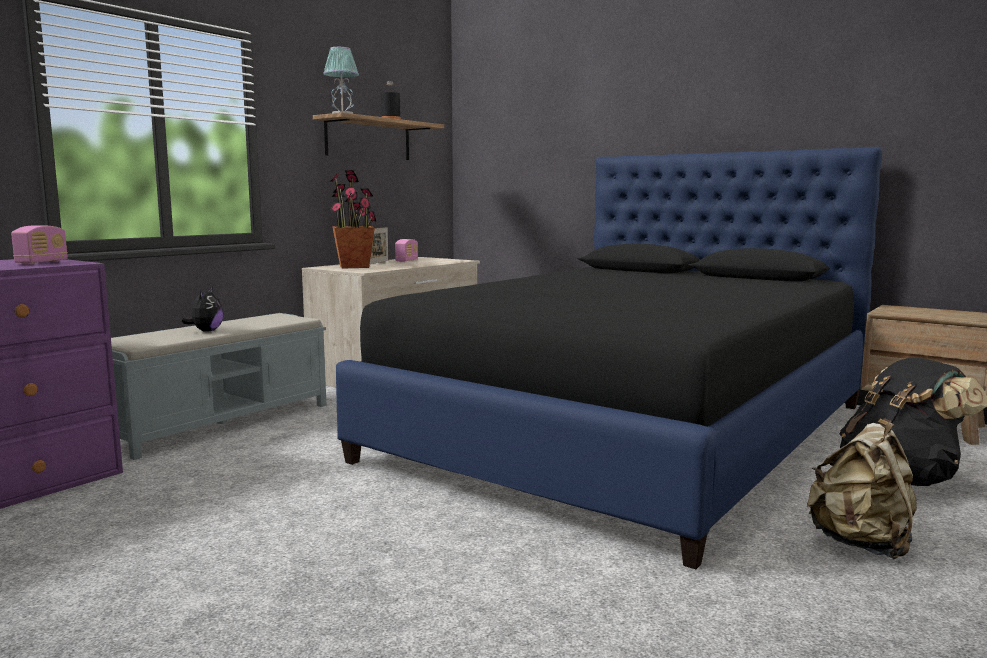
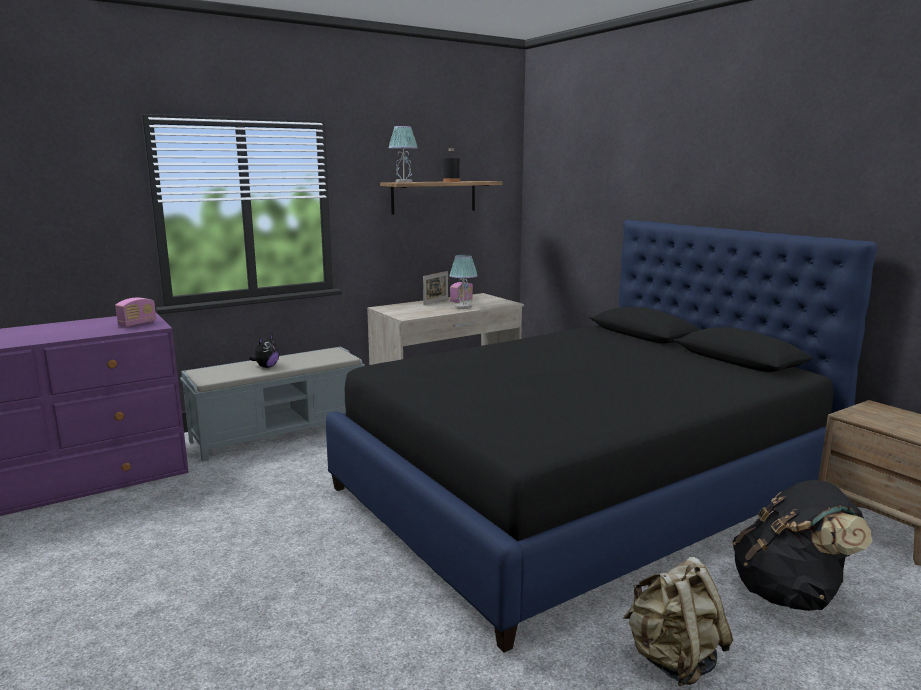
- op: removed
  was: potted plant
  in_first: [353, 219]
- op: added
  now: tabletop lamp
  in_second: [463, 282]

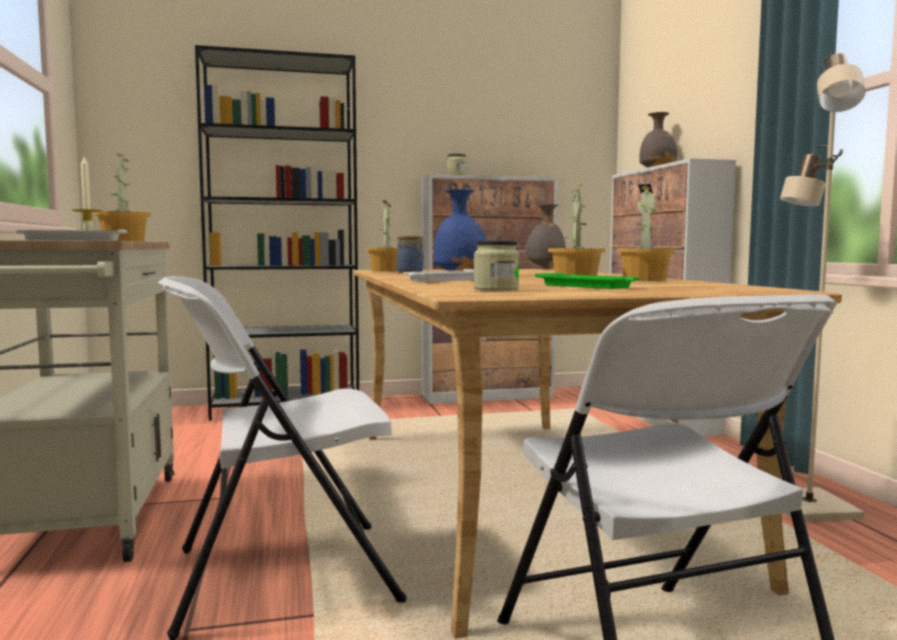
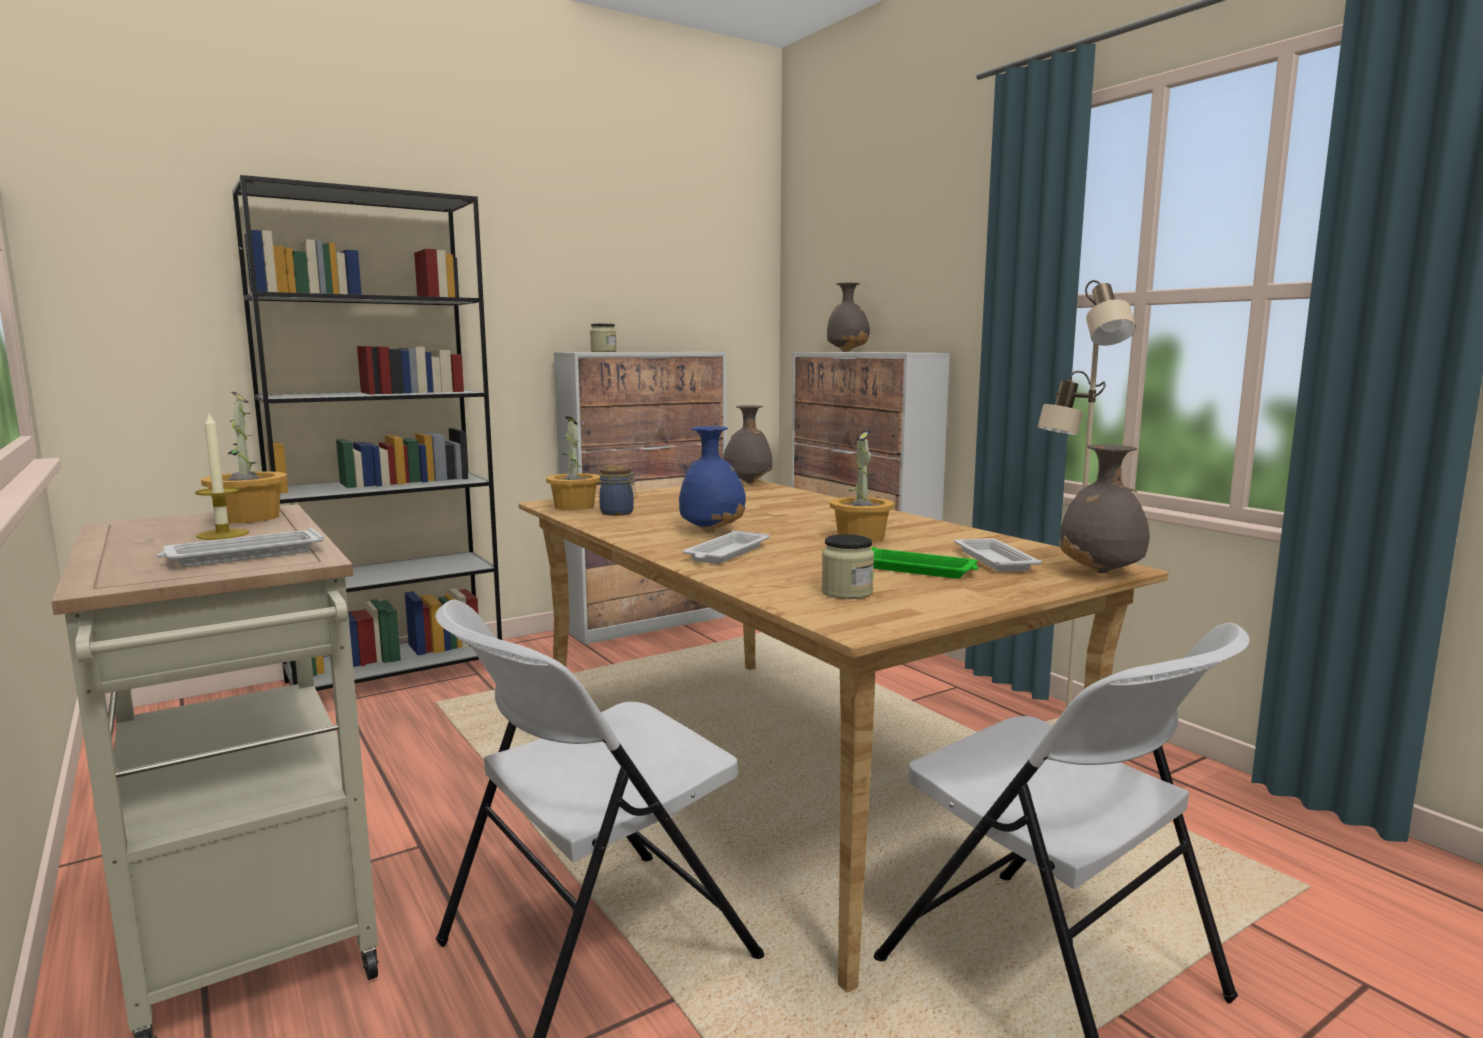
- op: removed
  was: potted plant
  in_first: [646, 232]
- op: added
  now: carrying tray/white-coloured
  in_second: [998, 555]
- op: added
  now: decorative vase/greyish
  in_second: [1104, 508]

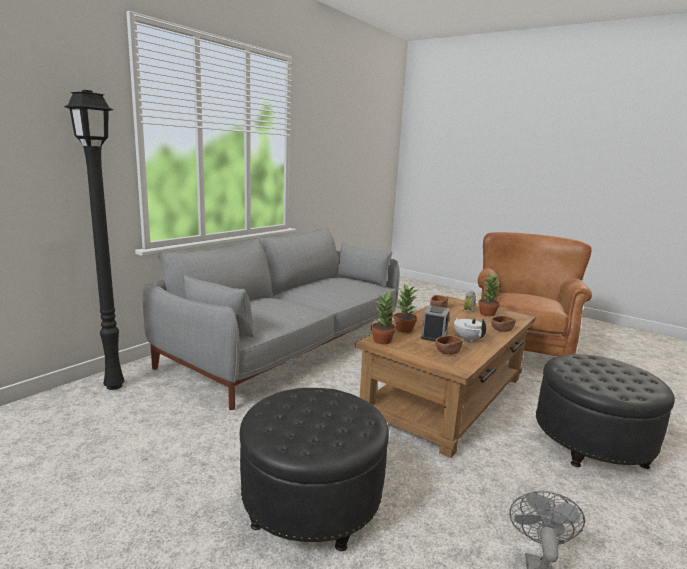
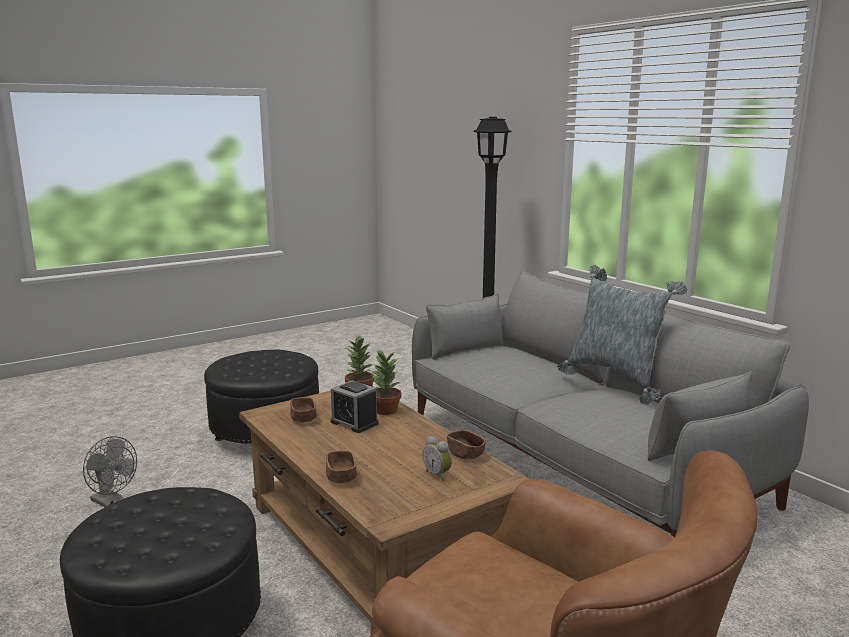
- op: removed
  was: pot for tea/white-coloured
  in_first: [470, 329]
- op: removed
  was: potted plant
  in_first: [489, 294]
- op: added
  now: pillow
  in_second: [622, 335]

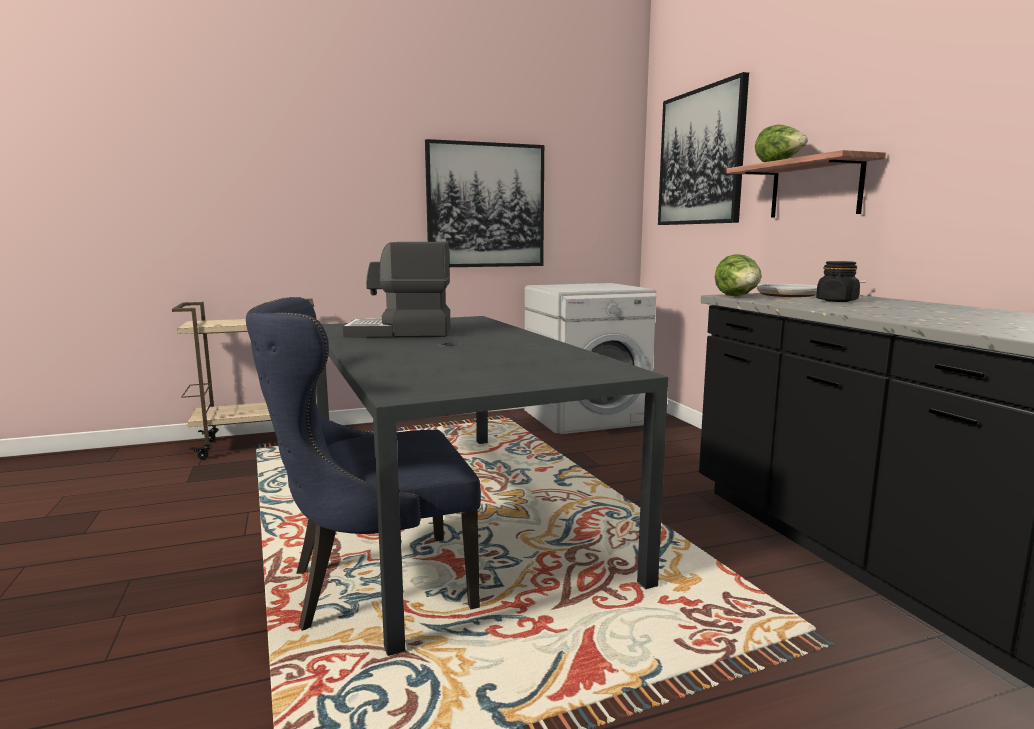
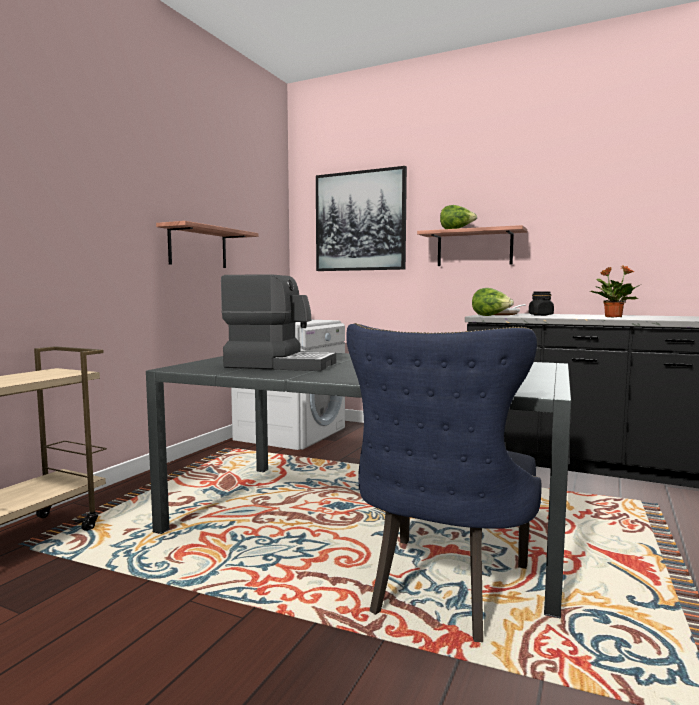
- op: turned
  was: coffee brewer
  in_first: [396, 290]
  in_second: [278, 322]
  clockwise: -120
- op: replaced
  was: picture
  now: shelf
  in_first: [484, 203]
  in_second: [207, 244]
- op: added
  now: potted plant
  in_second: [615, 291]

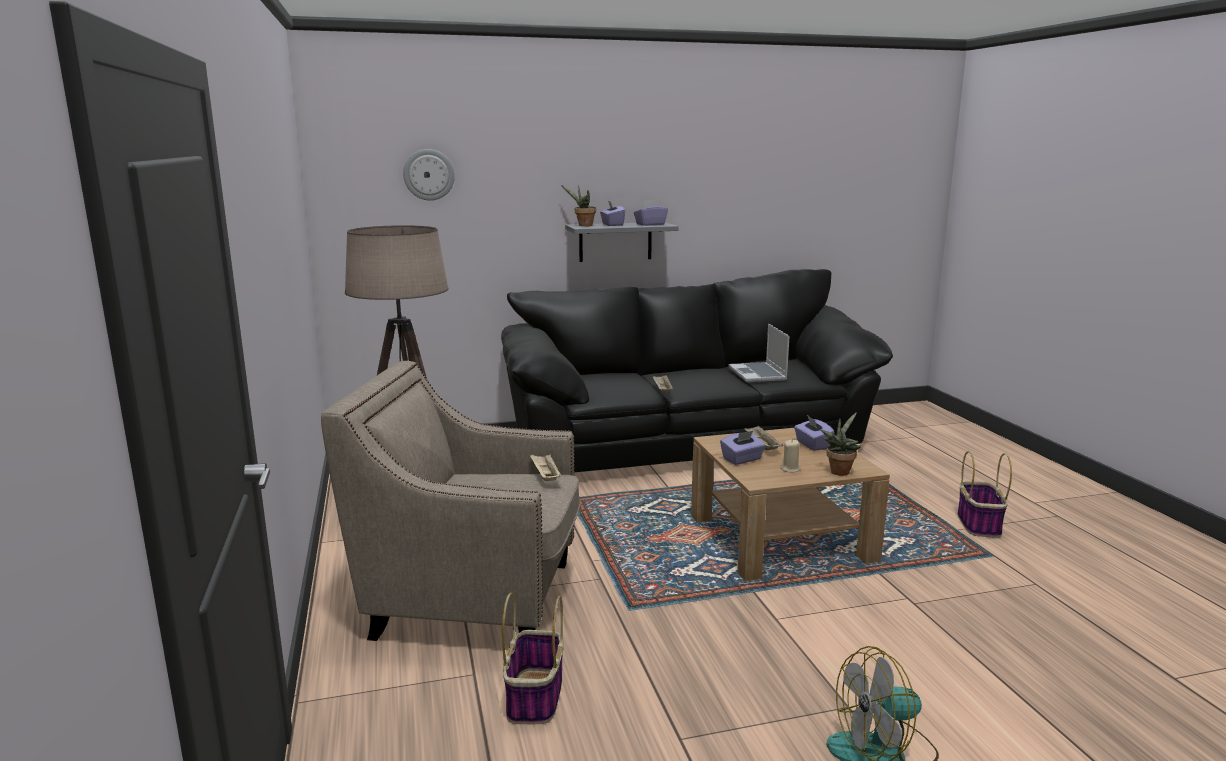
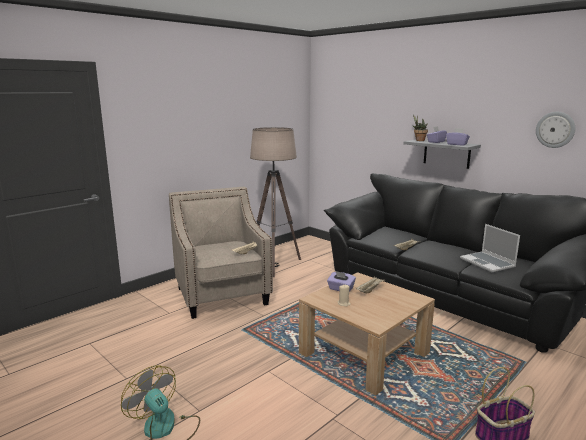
- op: moved
  was: hanging clock
  in_first: [429, 175]
  in_second: [556, 130]
- op: removed
  was: storage basket
  in_first: [533, 658]
- op: turned
  was: portable computer
  in_first: [759, 353]
  in_second: [490, 248]
  clockwise: -75
- op: removed
  was: tissue box/purplish
  in_first: [814, 433]
- op: removed
  was: potted plant
  in_first: [841, 444]

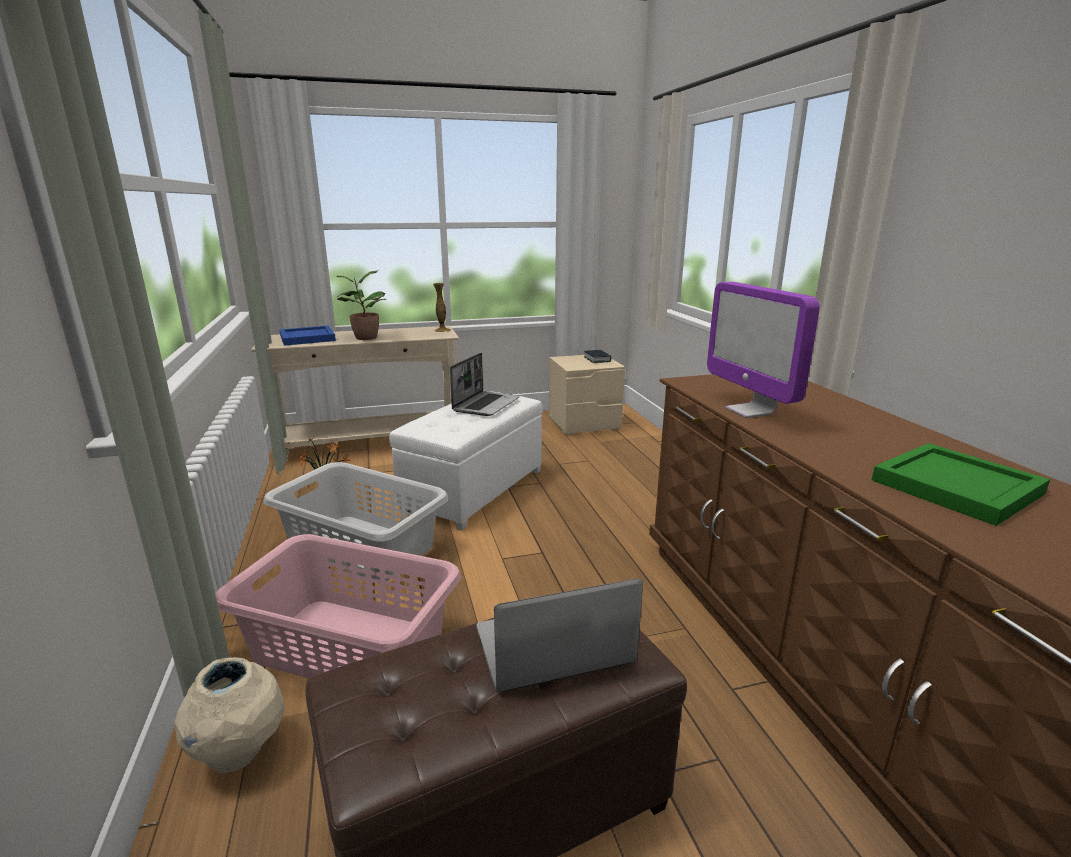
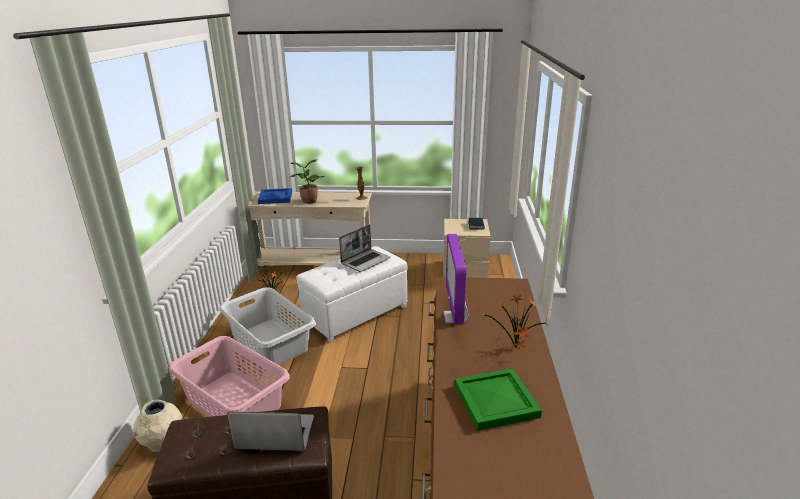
- op: added
  now: potted plant
  in_second: [515, 323]

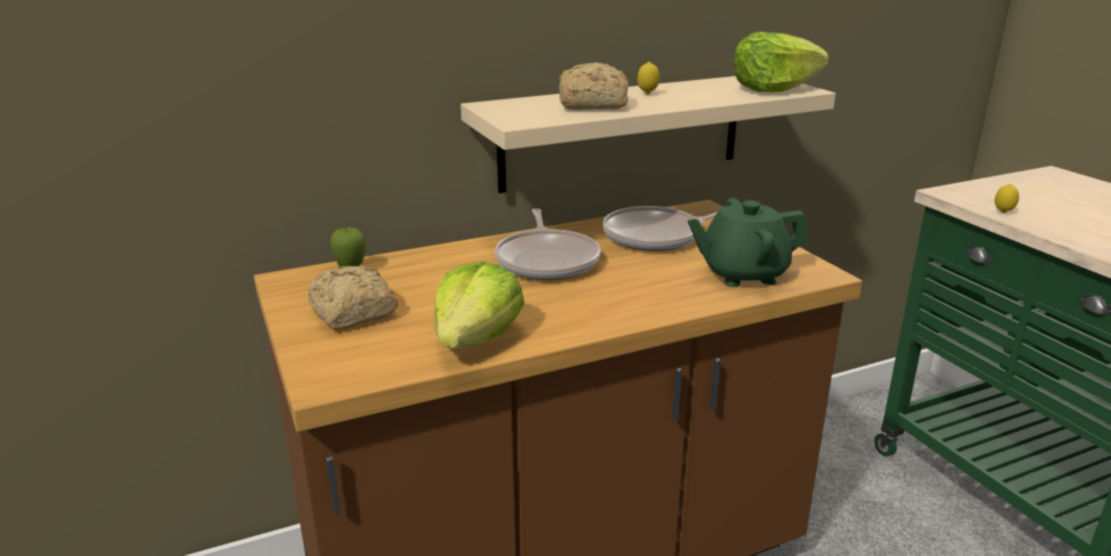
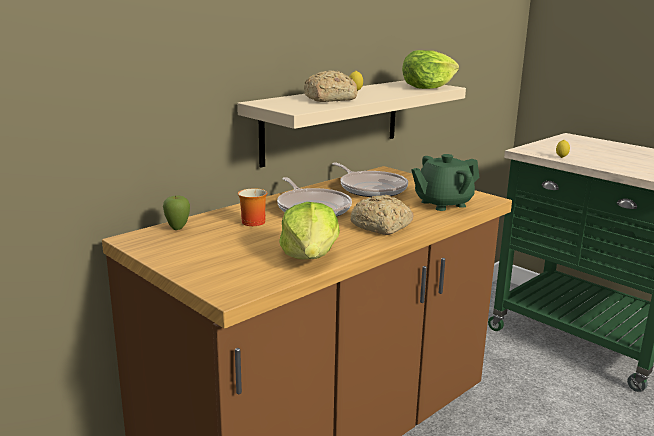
- op: moved
  was: bakery bread
  in_first: [353, 297]
  in_second: [381, 214]
- op: turned
  was: skillet
  in_first: [660, 228]
  in_second: [370, 179]
  clockwise: -90
- op: added
  now: coffee mug
  in_second: [252, 207]

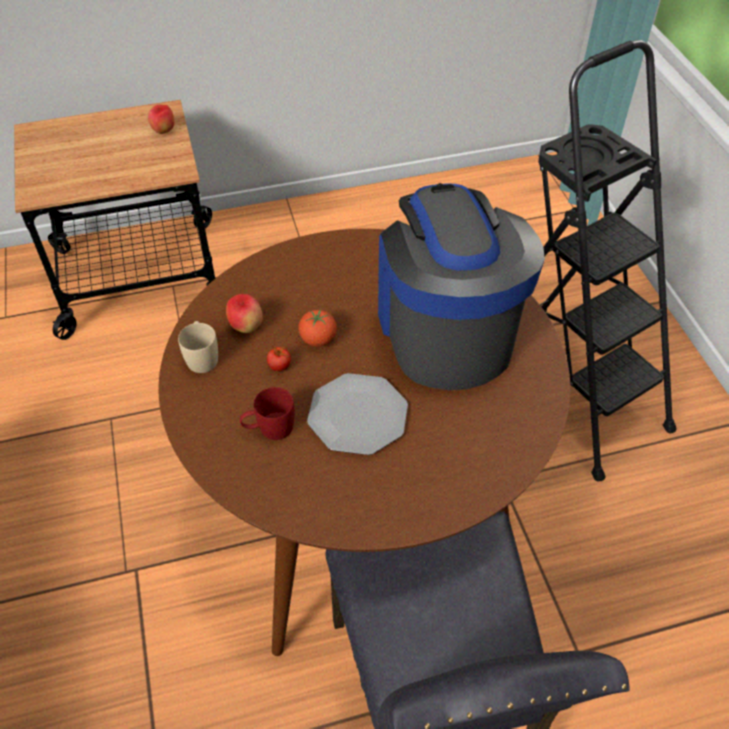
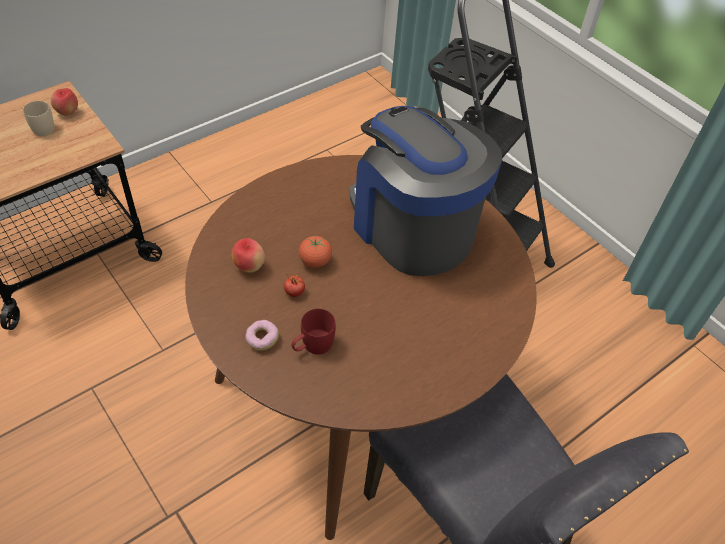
- op: moved
  was: coffee mug/sand-coloured
  in_first: [198, 347]
  in_second: [38, 118]
- op: removed
  was: flat dish
  in_first: [357, 414]
- op: added
  now: doughnut
  in_second: [262, 335]

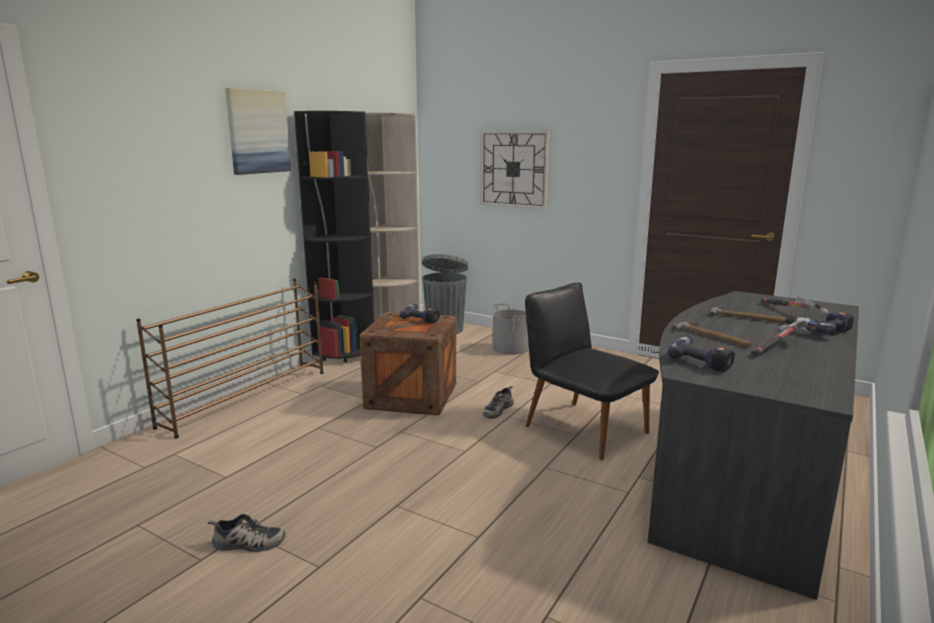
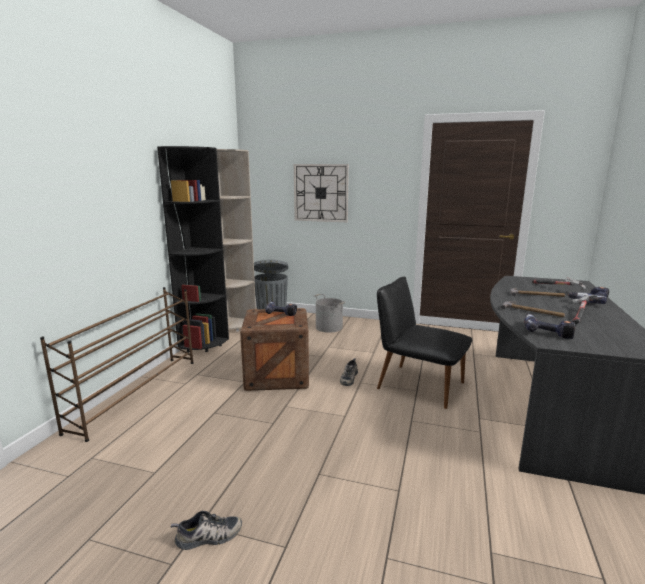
- op: removed
  was: picture
  in_first: [258, 131]

